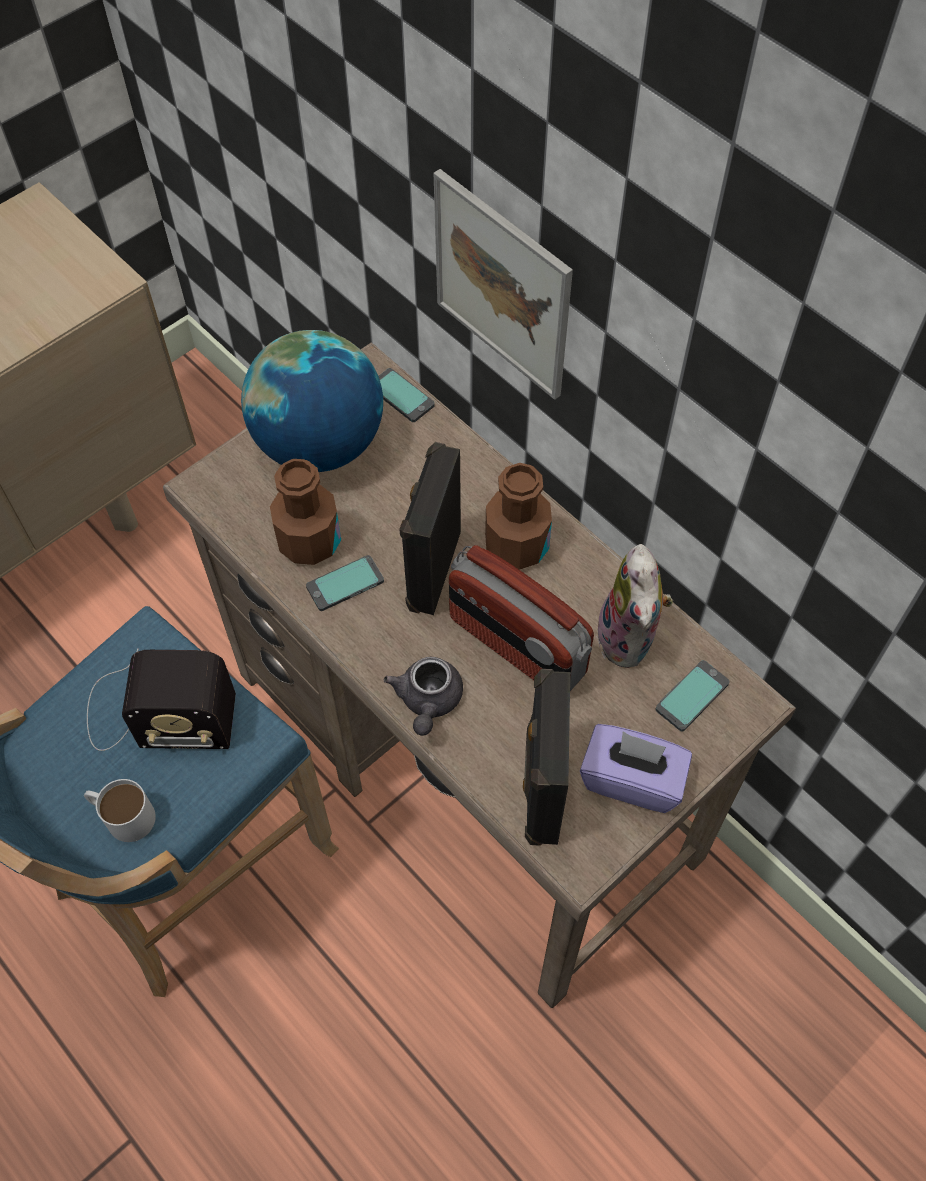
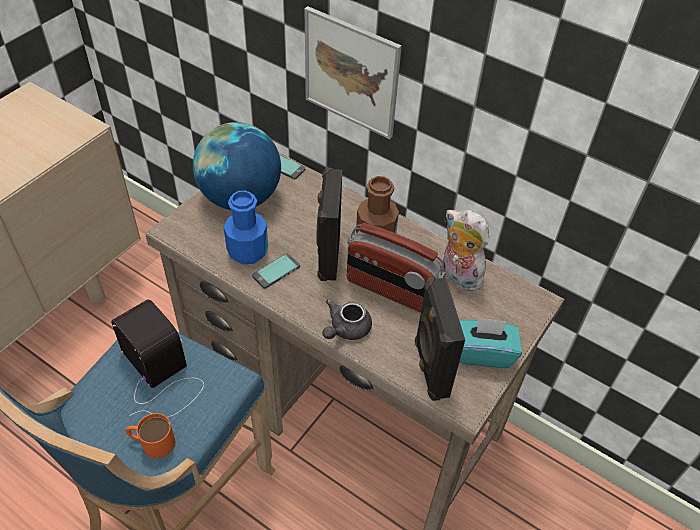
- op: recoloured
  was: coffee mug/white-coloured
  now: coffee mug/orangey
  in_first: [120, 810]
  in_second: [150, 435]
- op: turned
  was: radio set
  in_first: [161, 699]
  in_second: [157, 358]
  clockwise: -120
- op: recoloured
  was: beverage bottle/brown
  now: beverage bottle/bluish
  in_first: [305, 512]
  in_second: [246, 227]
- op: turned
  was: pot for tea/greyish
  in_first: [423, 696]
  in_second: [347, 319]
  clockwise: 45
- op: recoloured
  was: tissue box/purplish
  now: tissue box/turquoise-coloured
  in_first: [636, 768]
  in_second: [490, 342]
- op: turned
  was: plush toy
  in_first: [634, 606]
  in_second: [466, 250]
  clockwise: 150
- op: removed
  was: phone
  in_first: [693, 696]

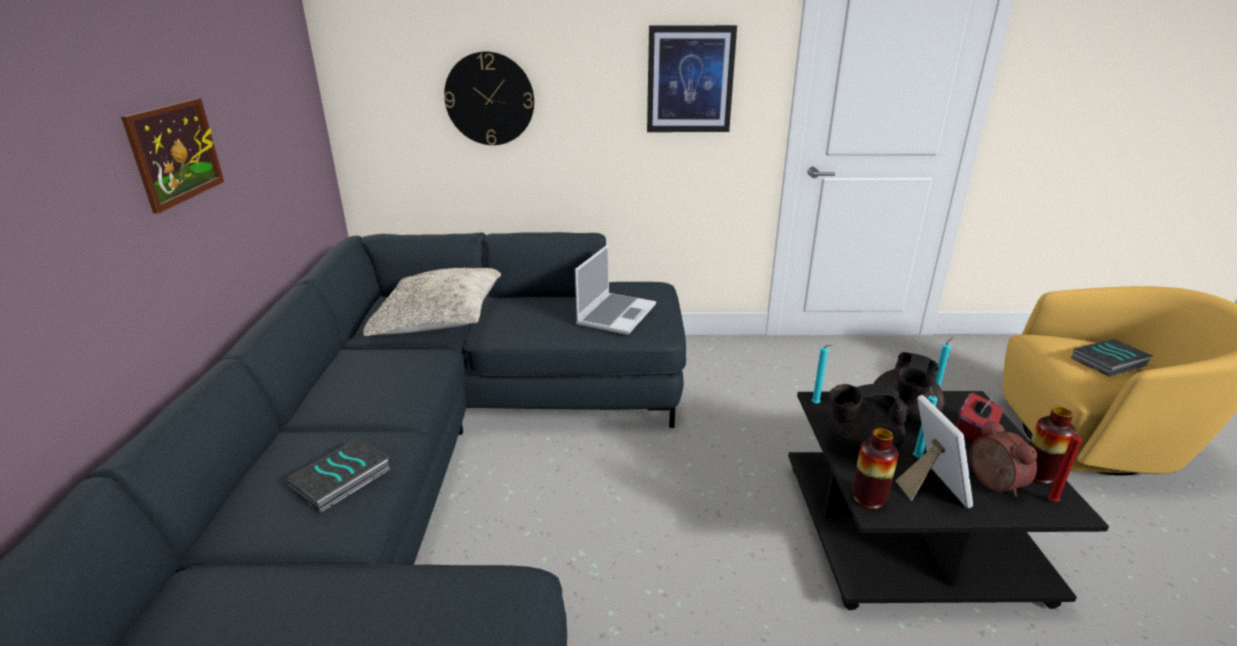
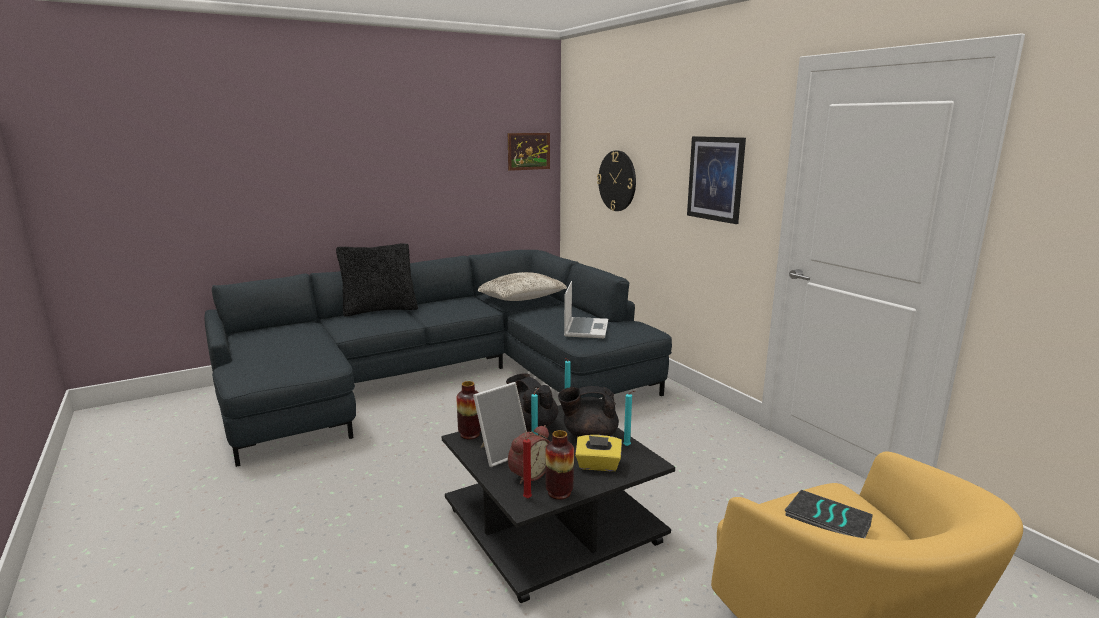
- op: moved
  was: picture
  in_first: [172, 156]
  in_second: [529, 152]
- op: removed
  was: bound book
  in_first: [339, 475]
- op: turned
  was: portable computer
  in_first: [615, 289]
  in_second: [586, 309]
  clockwise: -75
- op: recoloured
  was: tissue box/red
  now: tissue box/yellow
  in_first: [980, 417]
  in_second: [598, 453]
- op: added
  now: pillow/blackish
  in_second: [377, 280]

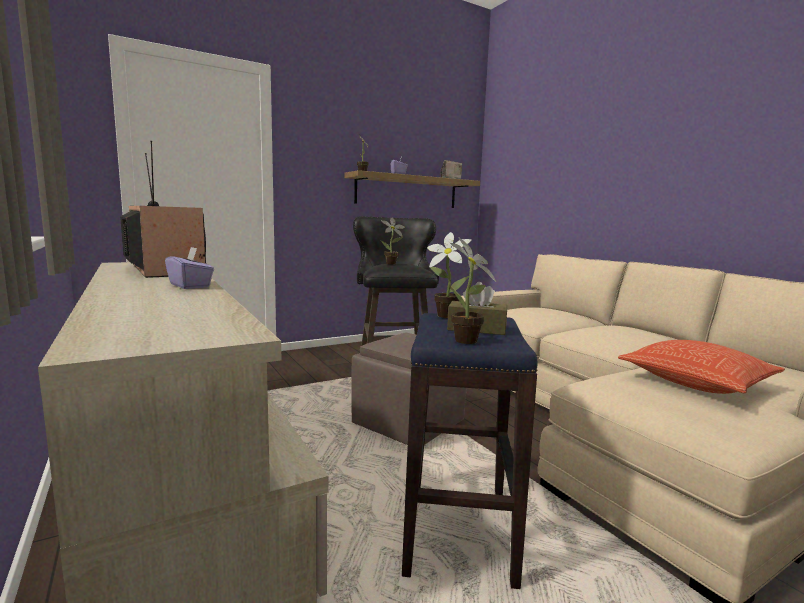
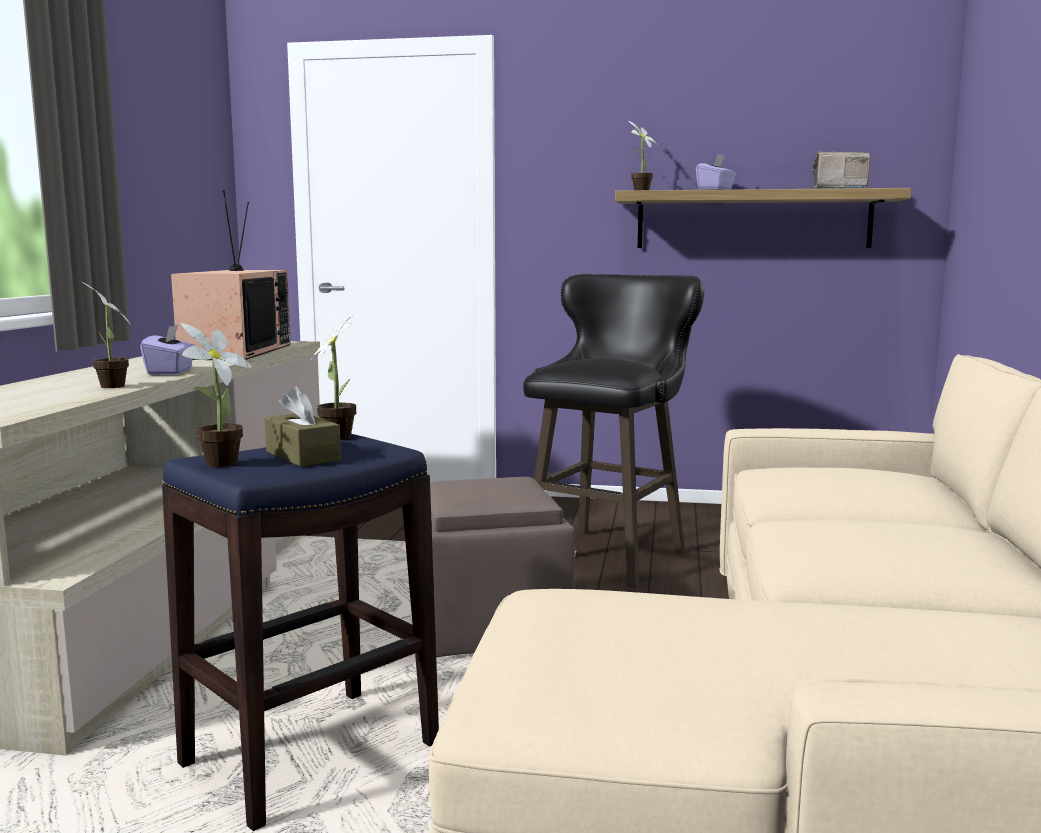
- op: moved
  was: potted plant
  in_first: [393, 241]
  in_second: [106, 335]
- op: removed
  was: pillow/orangey
  in_first: [701, 367]

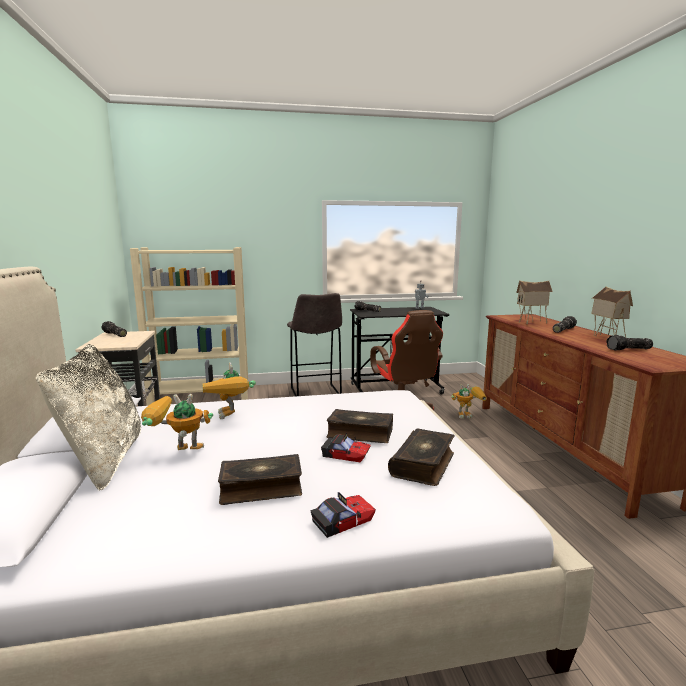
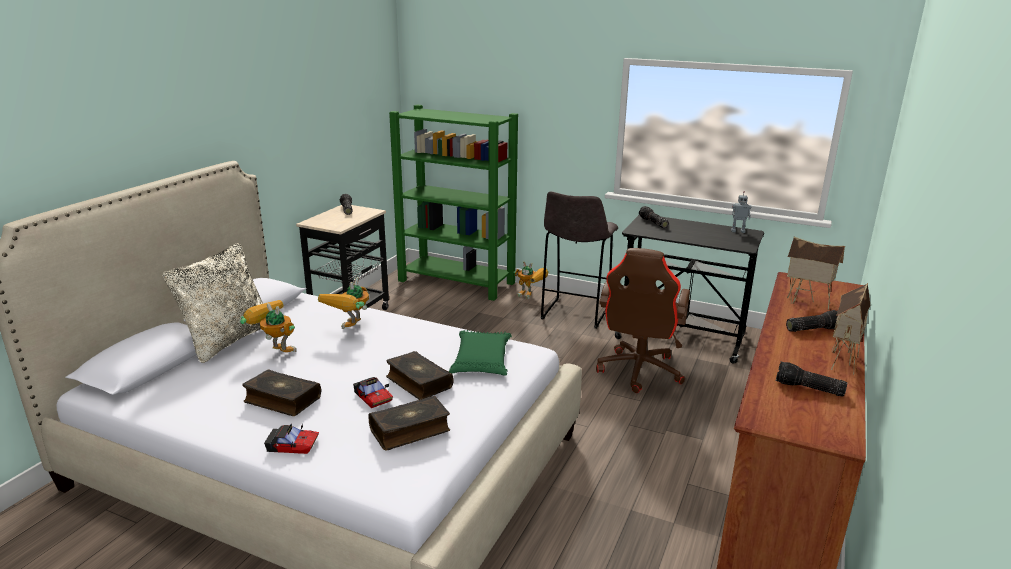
- op: recoloured
  was: shelving unit/sand-coloured
  now: shelving unit/green
  in_first: [189, 326]
  in_second: [453, 203]
- op: moved
  was: robot figure
  in_first: [469, 401]
  in_second: [531, 280]
- op: added
  now: pillow/green
  in_second: [480, 353]

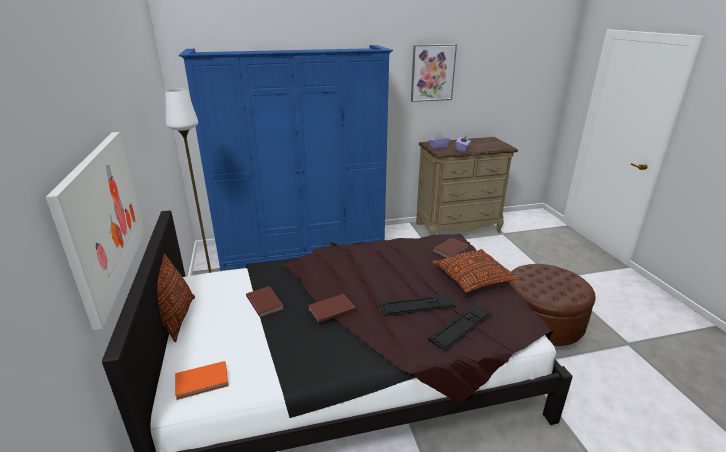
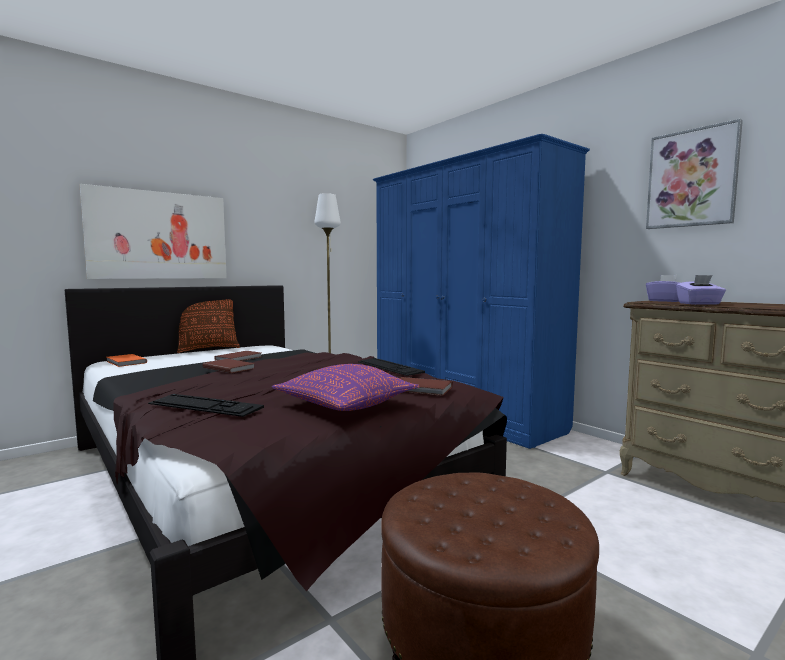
- op: moved
  was: PC keyboard
  in_first: [418, 305]
  in_second: [391, 367]
- op: recoloured
  was: pillow/brown
  now: pillow/purplish
  in_first: [476, 271]
  in_second: [346, 387]

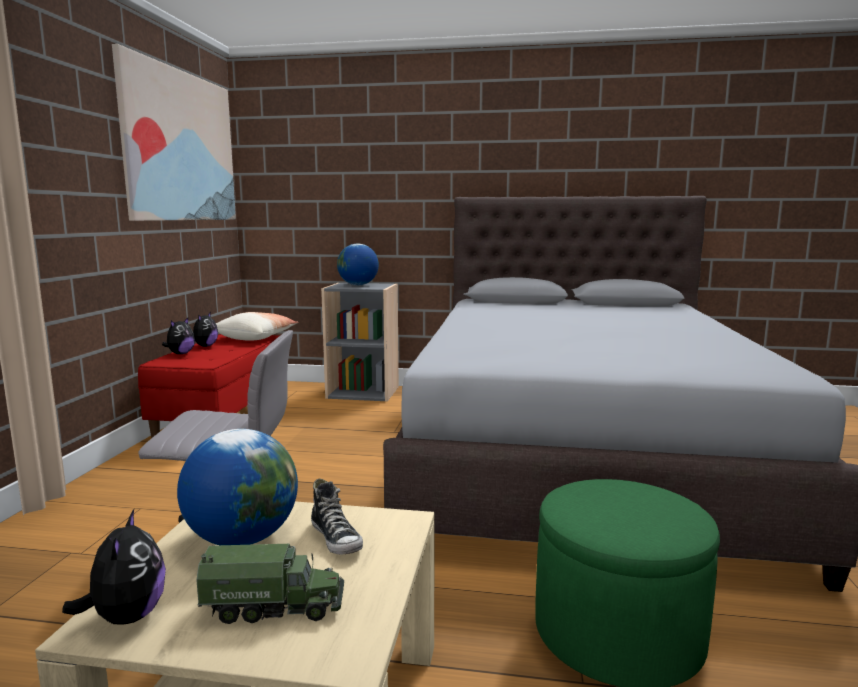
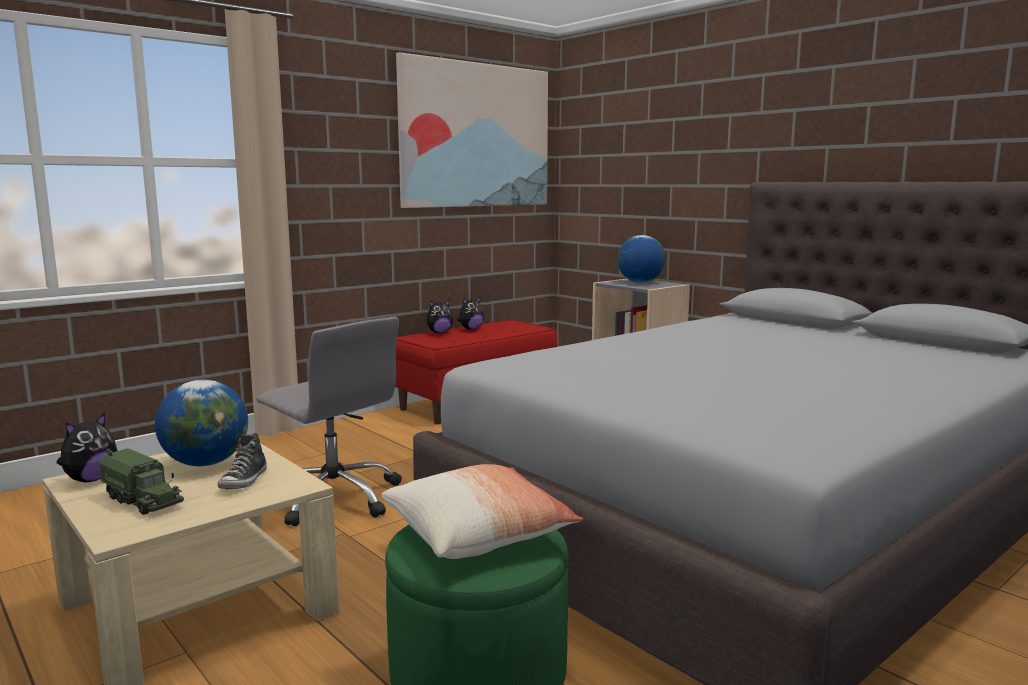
- op: moved
  was: pillow
  in_first: [257, 326]
  in_second: [482, 511]

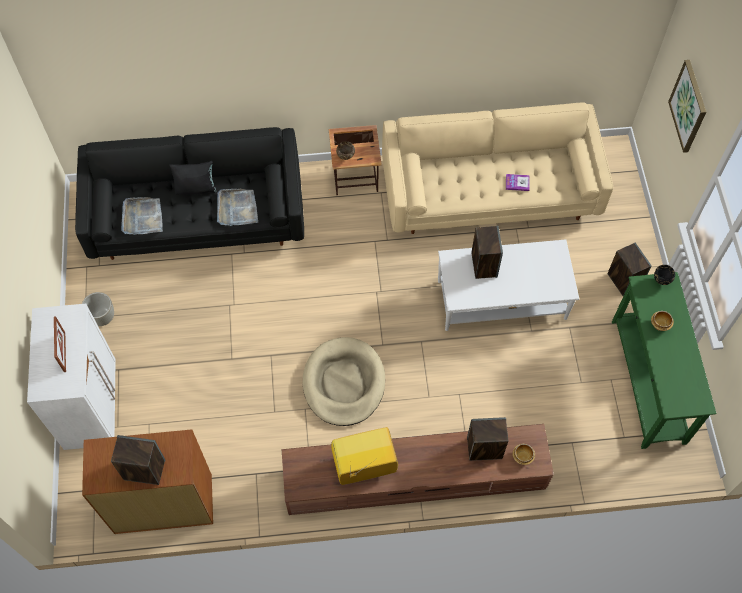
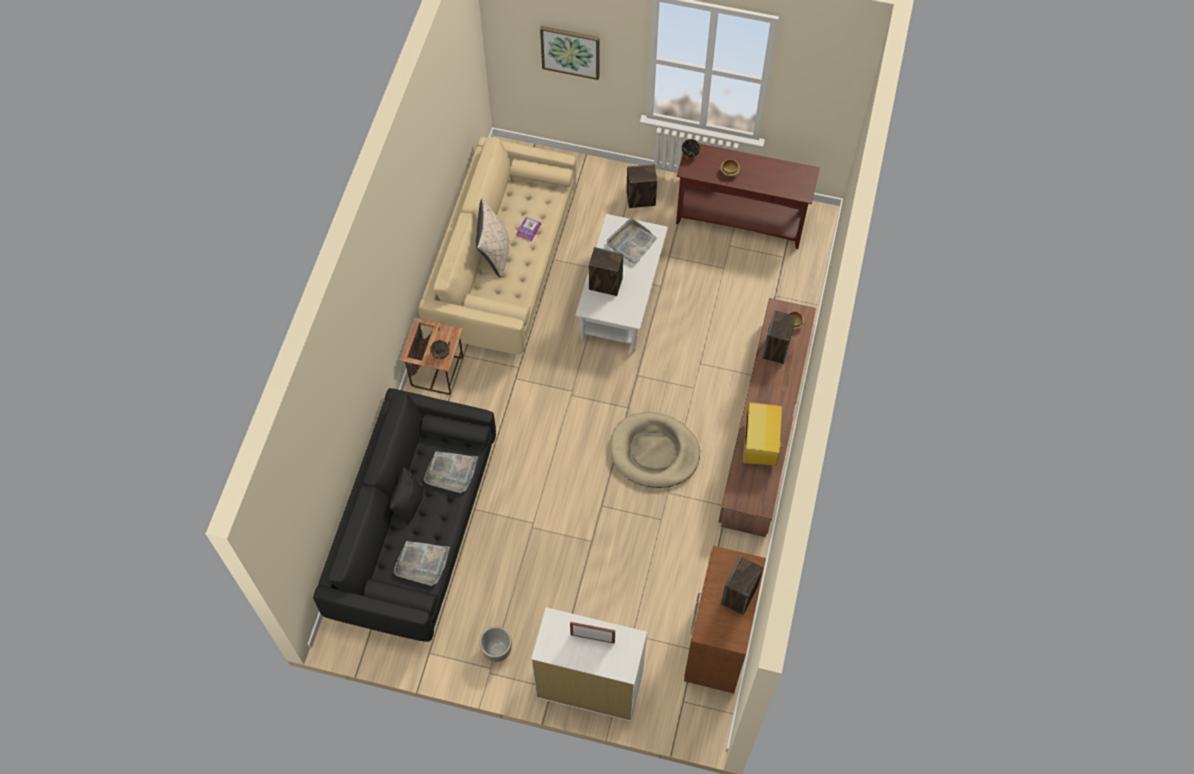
- op: recoloured
  was: hall table/green
  now: hall table/brown
  in_first: [664, 360]
  in_second: [748, 196]
- op: added
  now: pillow/sand-coloured
  in_second: [492, 238]
- op: added
  now: carrying tray/greyish
  in_second: [632, 242]

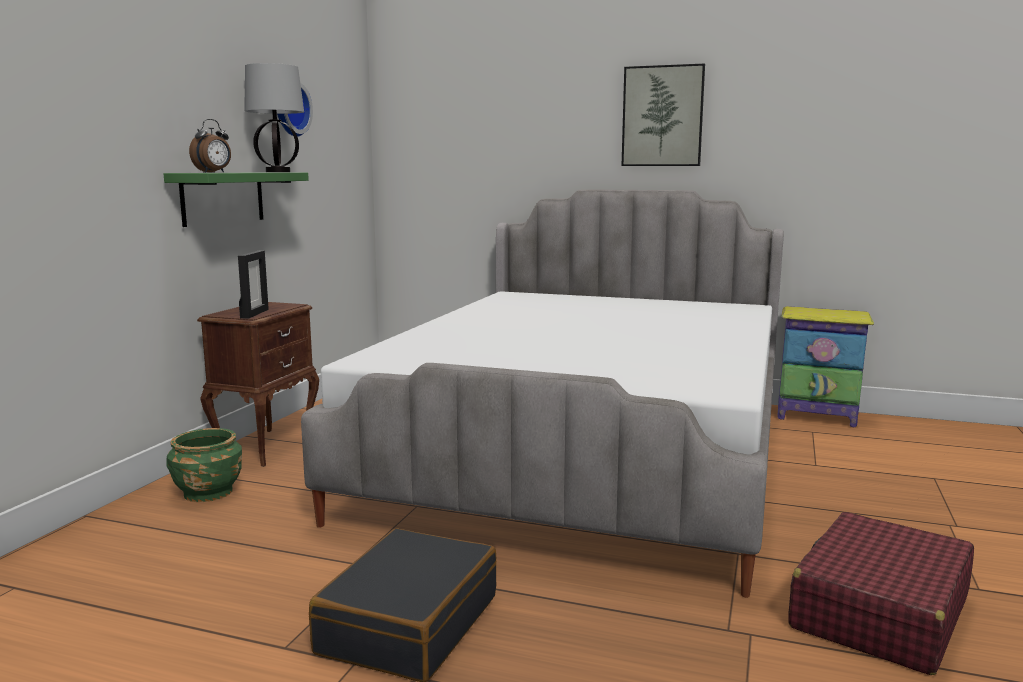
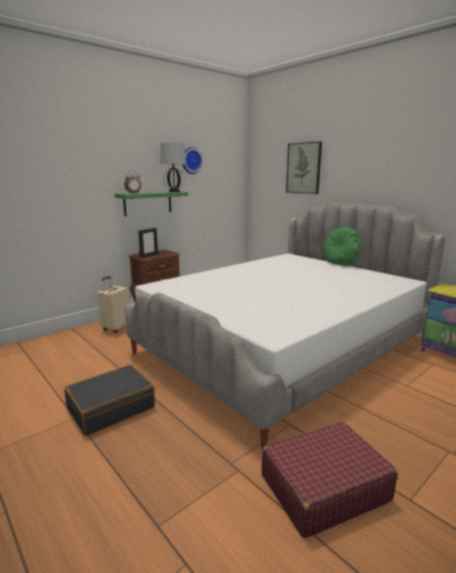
- op: replaced
  was: plant pot/green
  now: suitcase/sand-coloured
  in_first: [204, 465]
  in_second: [113, 304]
- op: moved
  was: picture
  in_first: [663, 115]
  in_second: [304, 167]
- op: added
  now: pillow/green
  in_second: [342, 246]

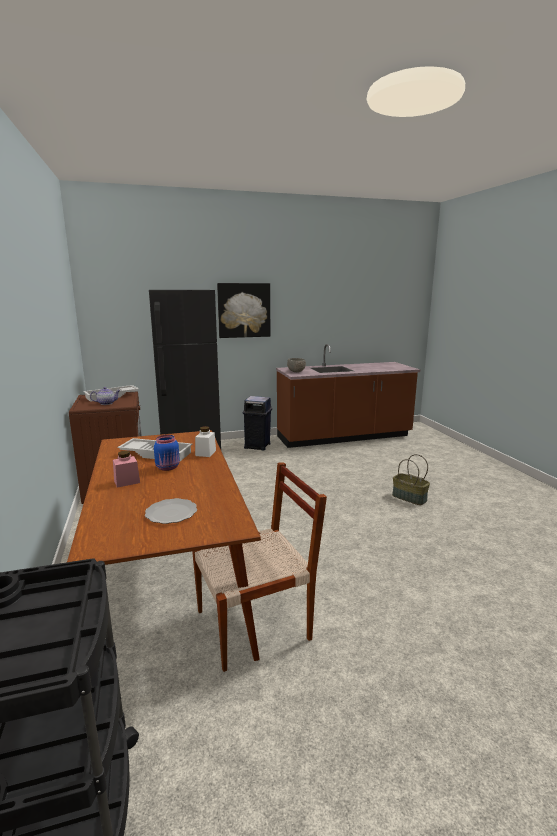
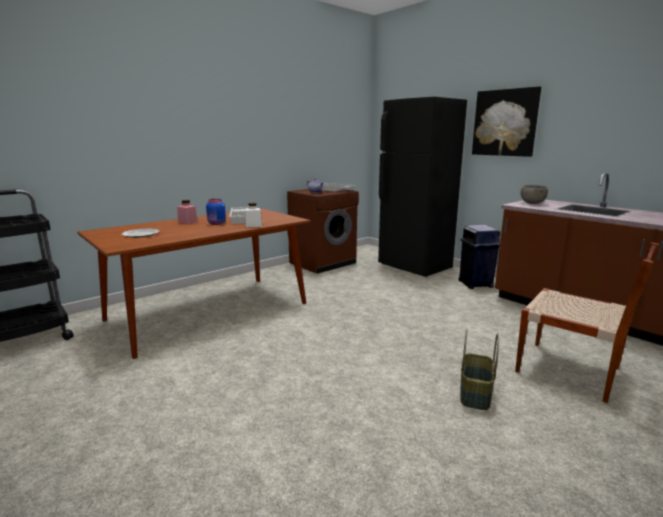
- op: moved
  was: upright chair
  in_first: [259, 567]
  in_second: [587, 322]

